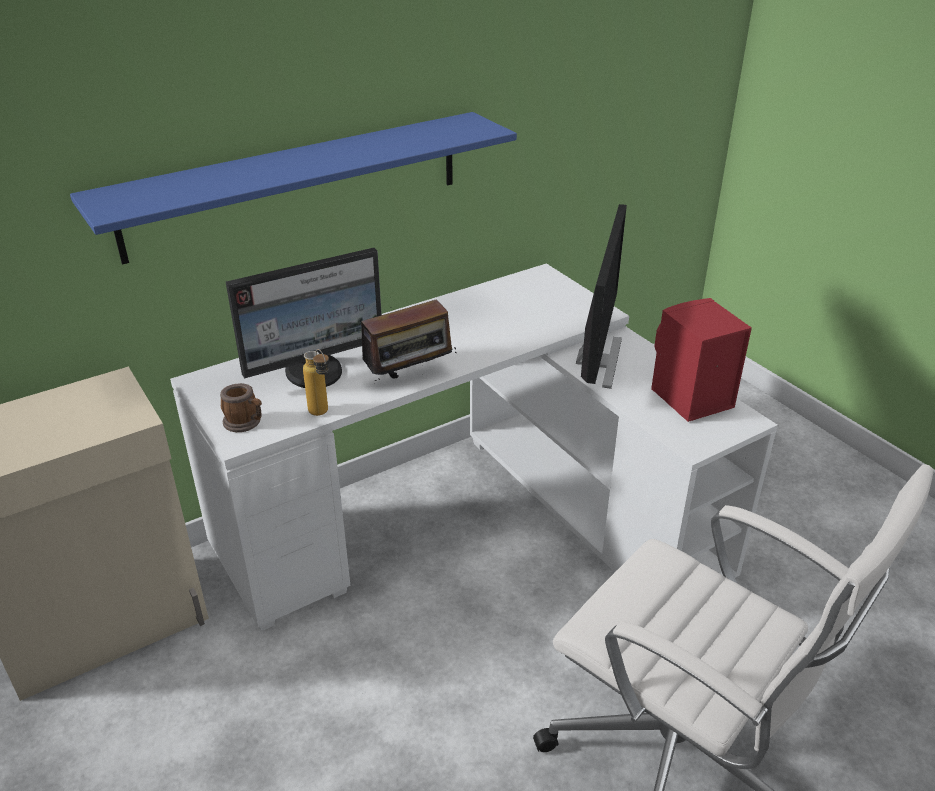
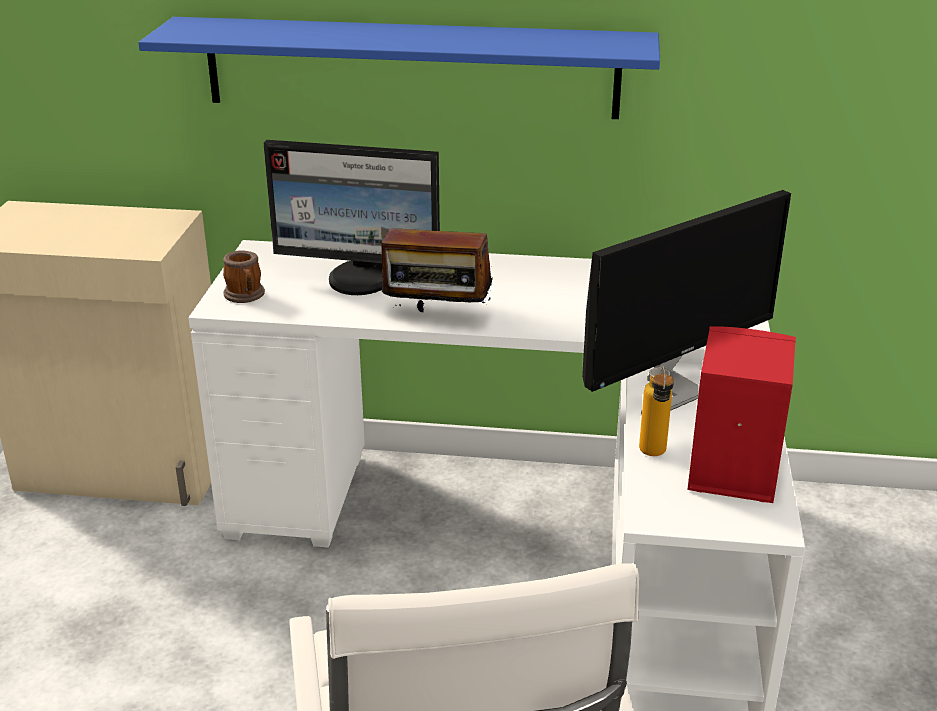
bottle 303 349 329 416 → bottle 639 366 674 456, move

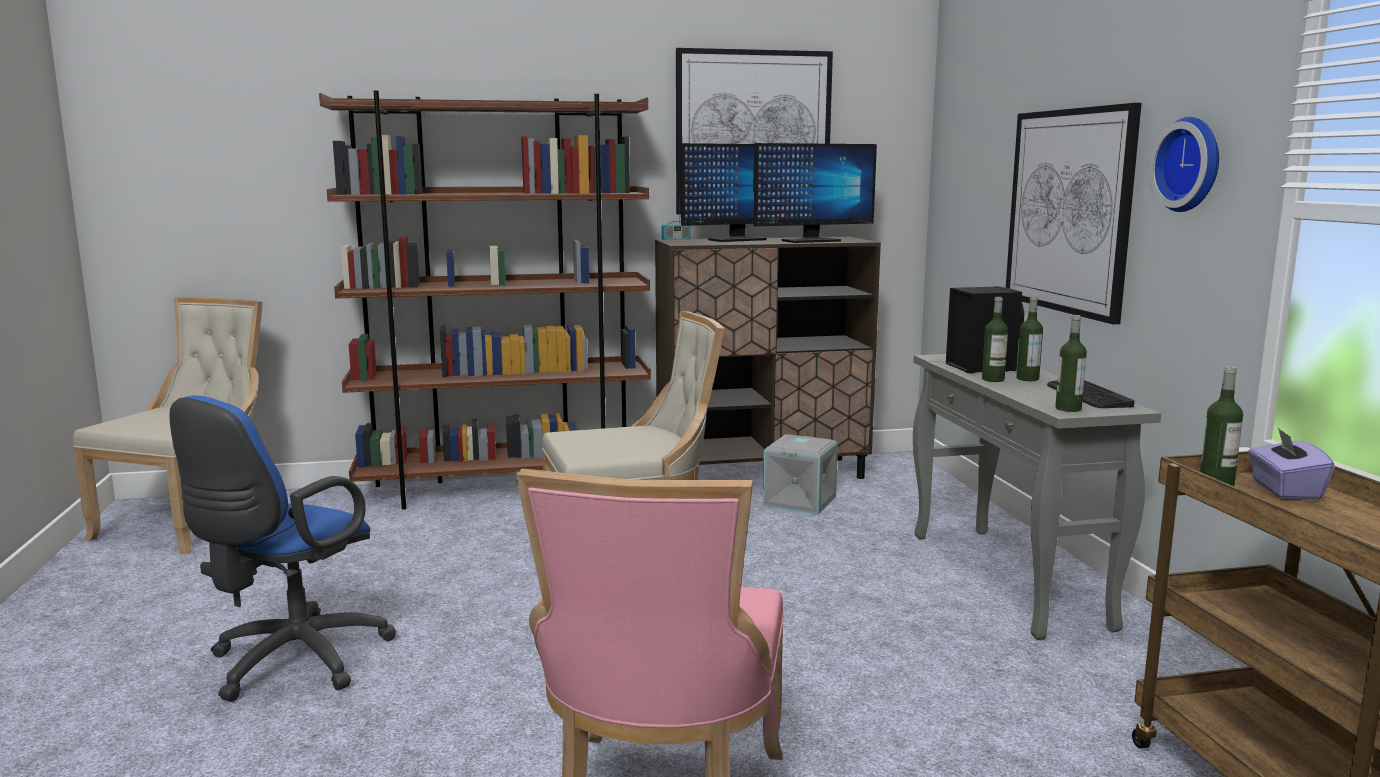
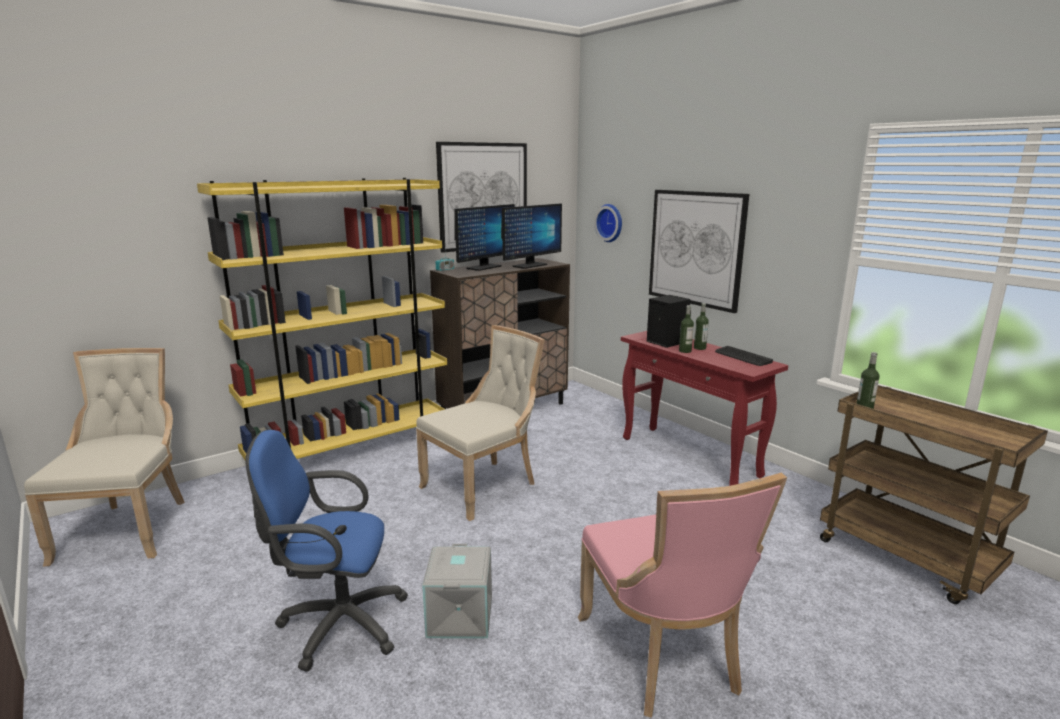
brown bookcase 319 90 651 510 → yellow bookcase 197 178 447 460
wall clock 1149 117 1219 212 → wall clock 594 204 622 242, move
bottle 1055 315 1087 412 → -
grey console table 913 354 1161 640 → red console table 621 331 788 486
blue office chair 170 395 396 702 → blue office chair 245 430 408 672, 90 degrees clockwise
purple tissue box 1248 428 1335 500 → -
grey storage box 763 434 838 514 → grey storage box 422 544 492 638, move

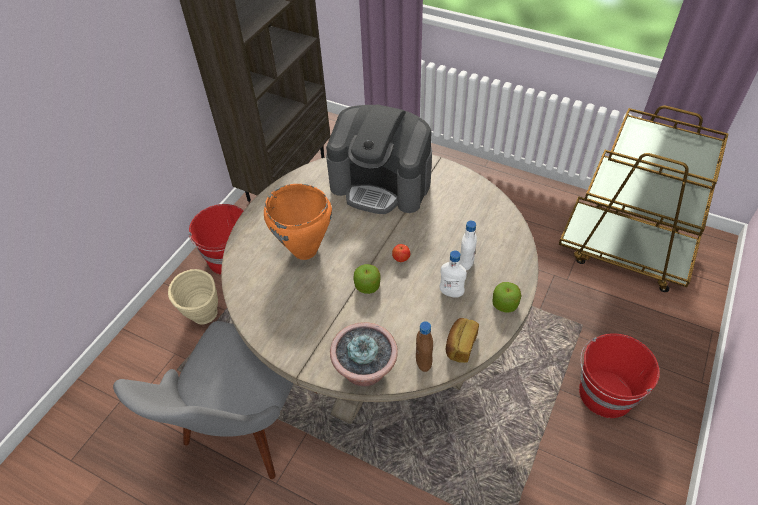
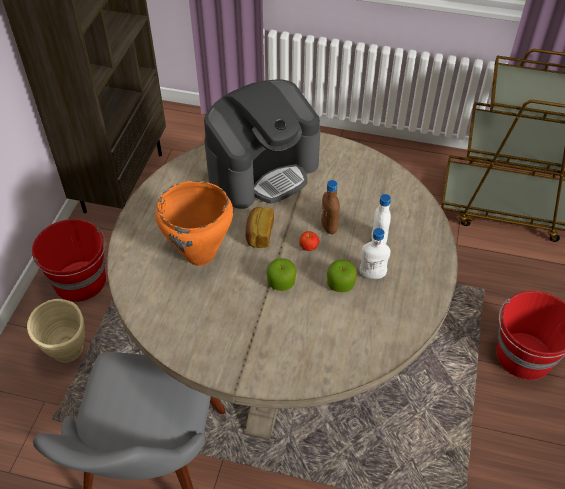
coffee machine 326 104 432 214 → coffee machine 204 79 320 209, 45 degrees counterclockwise
apple 492 282 521 312 → apple 327 260 357 292, move
bread 446 318 479 363 → bread 245 207 274 248, move
brown bottle 416 321 433 372 → brown bottle 321 180 340 234, move
potted plant 330 322 398 387 → -

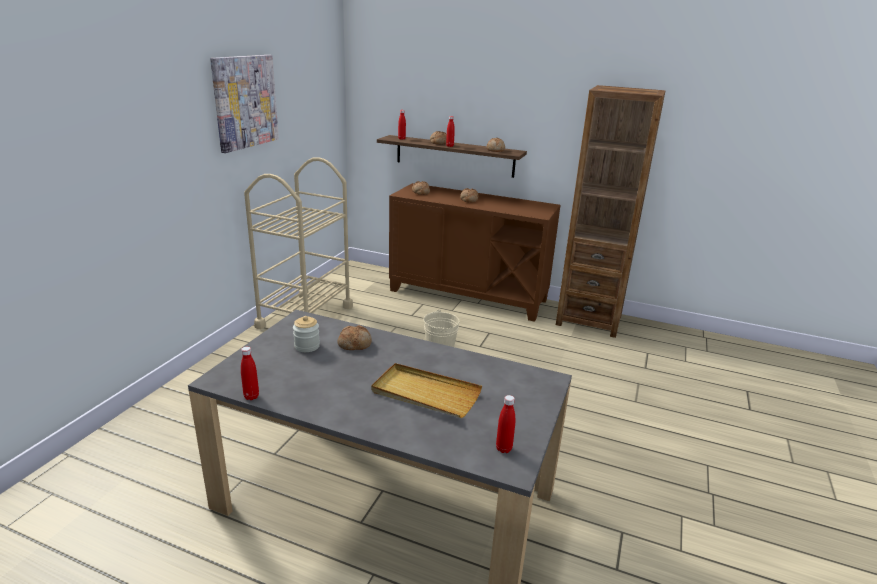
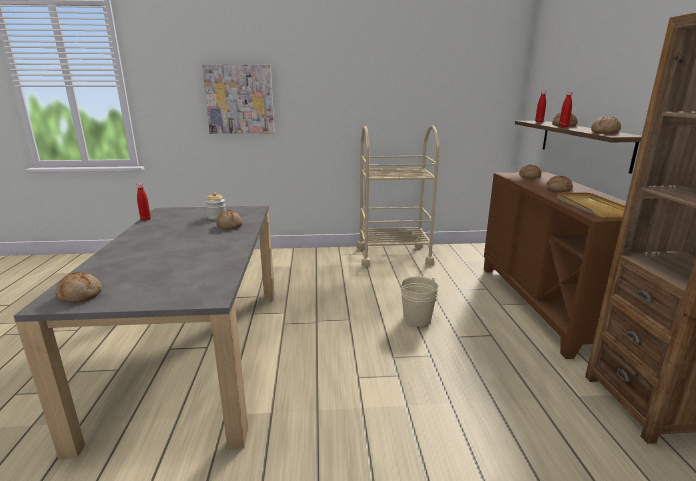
picture 210 55 279 153 → picture 202 64 275 134, move
beige tray 371 363 482 418 → beige tray 557 193 625 218, move
red bottle 496 395 515 453 → bread 55 272 102 303

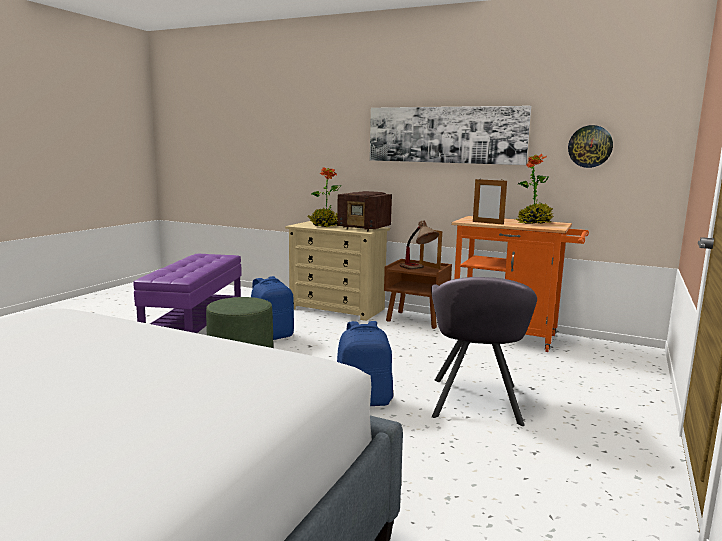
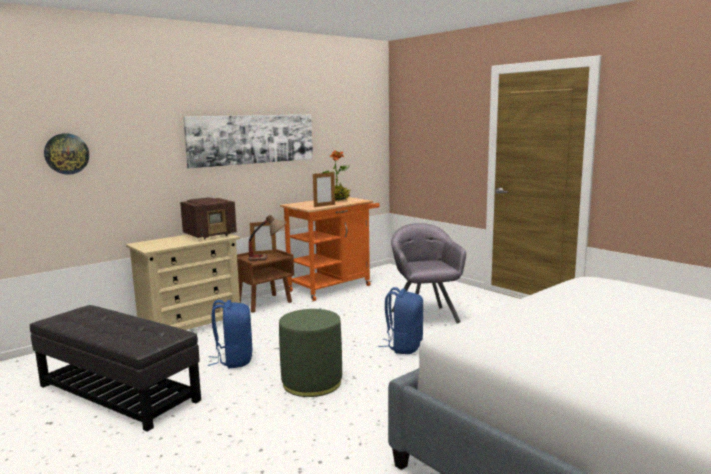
wall clock 568 125 613 168 → wall clock 44 133 89 175, move
potted plant 308 167 342 227 → -
purple ottoman 133 254 241 333 → black ottoman 29 305 201 432
grey armchair 431 277 537 426 → grey armchair 391 223 466 324, 135 degrees counterclockwise

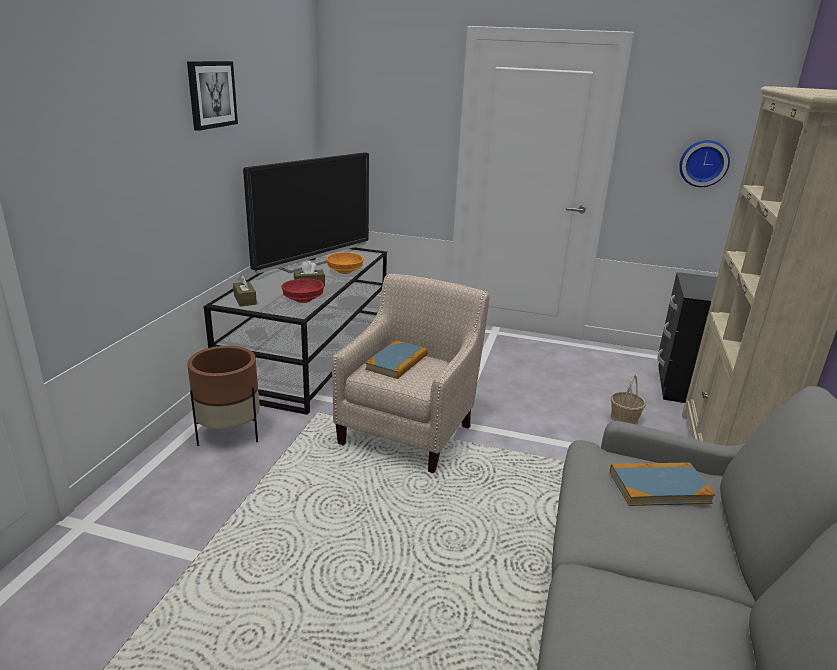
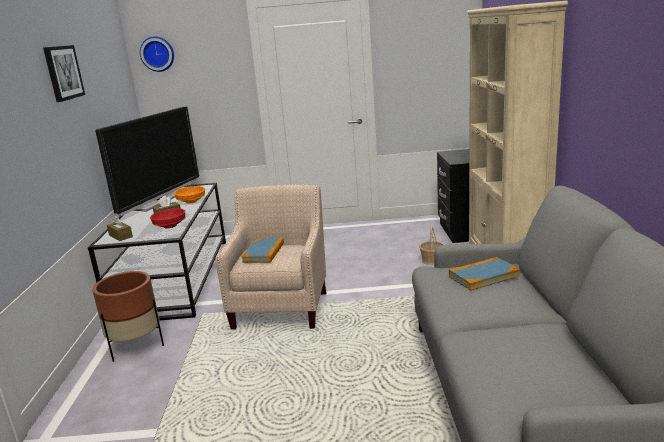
wall clock 679 140 730 187 → wall clock 140 36 174 72, move

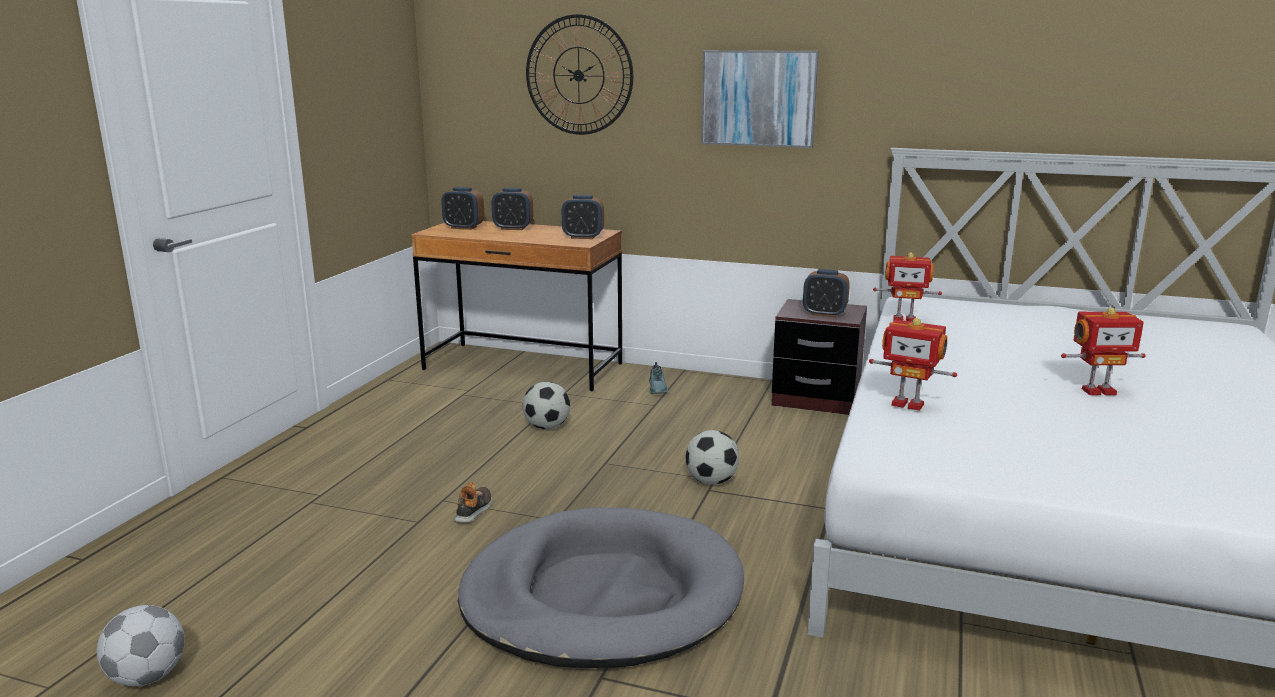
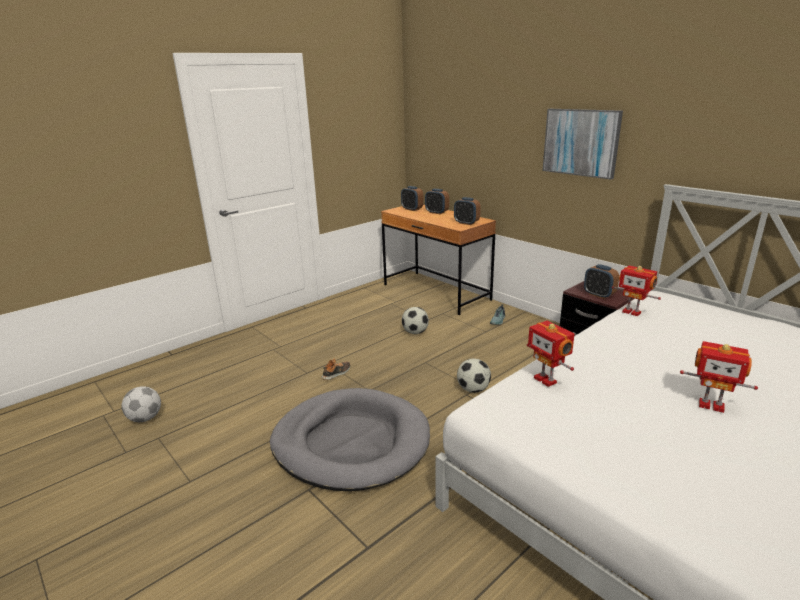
wall clock 526 14 633 135 → -

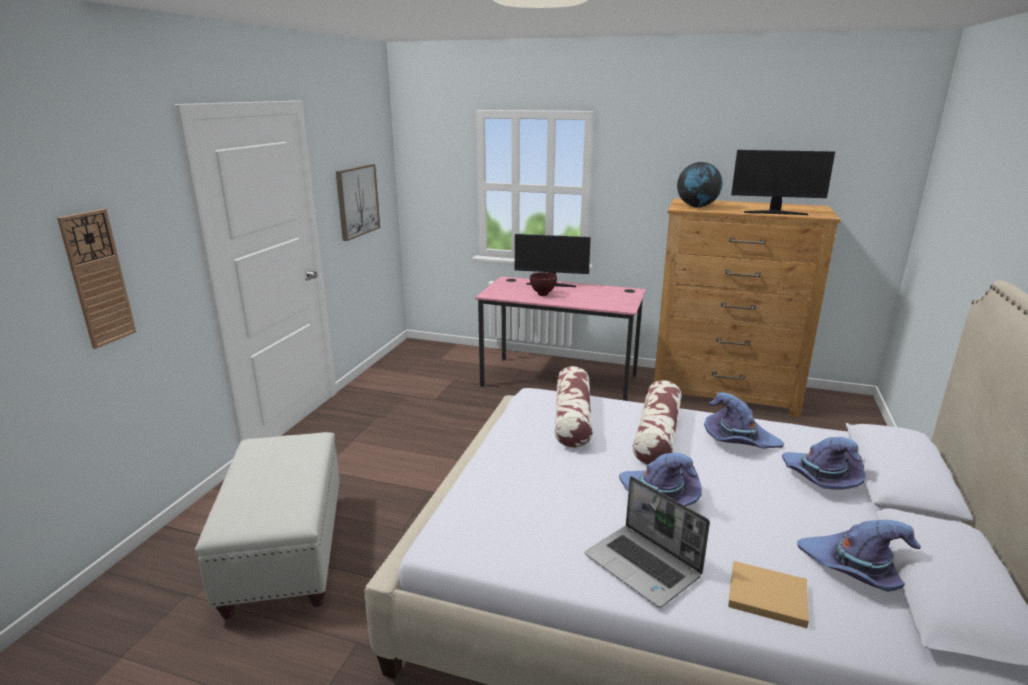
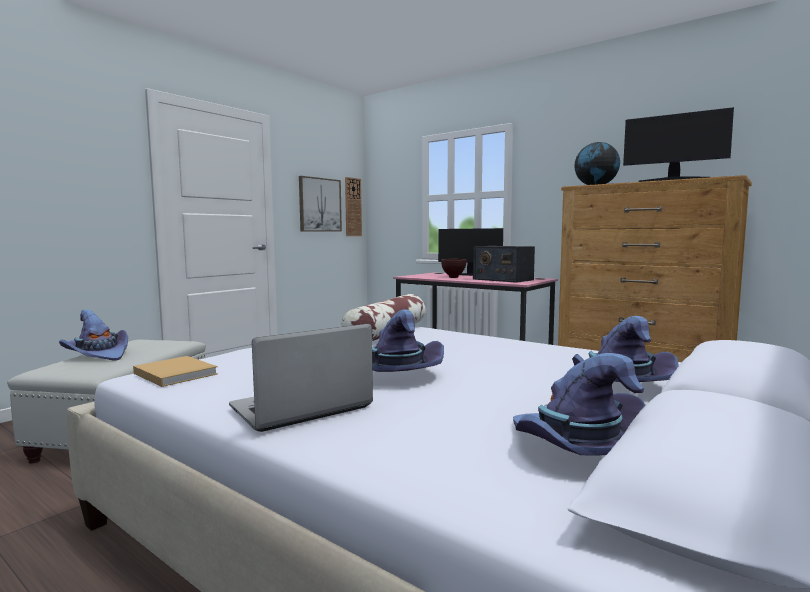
wall clock 57 209 136 349 → wall clock 345 177 362 236, move
pillow 632 380 682 465 → -
purple hat 704 393 784 449 → purple hat 59 309 128 360, move
laptop 585 476 710 608 → laptop 229 324 373 432, 75 degrees clockwise
beige book 728 561 809 628 → beige book 133 356 218 387, move
- → radio 473 246 535 283

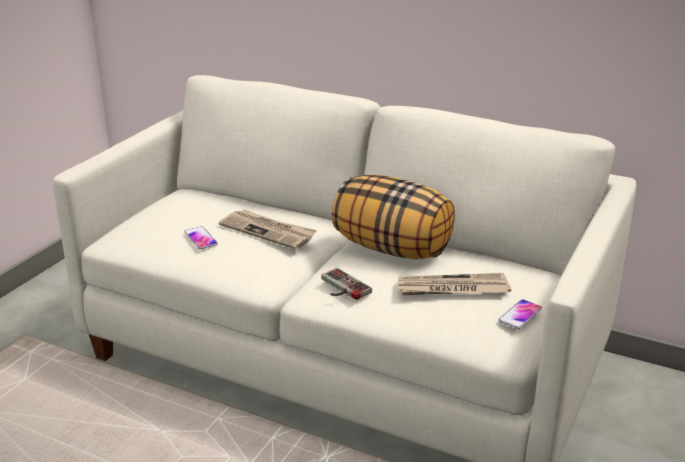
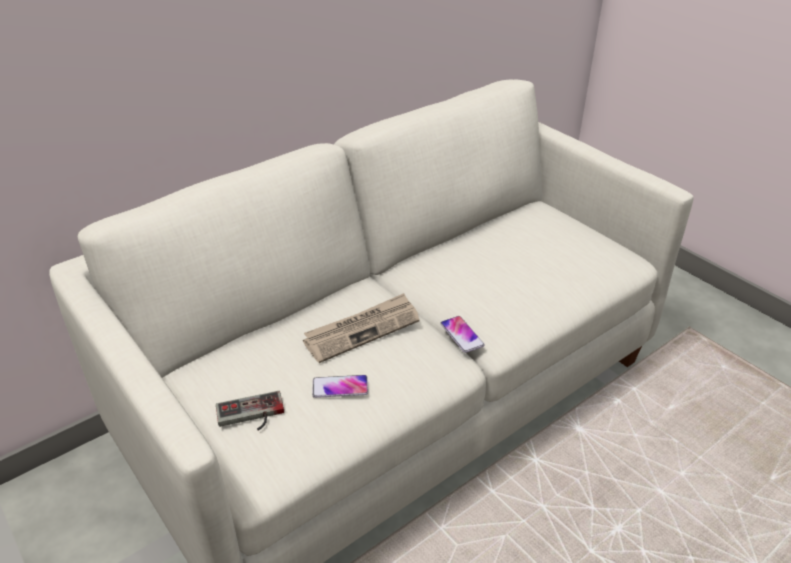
pillow 332 175 455 260 → -
game controller 321 268 372 300 → game controller 216 391 284 431, move
newspaper 398 273 511 295 → -
phone 498 299 542 329 → phone 440 316 484 353, move

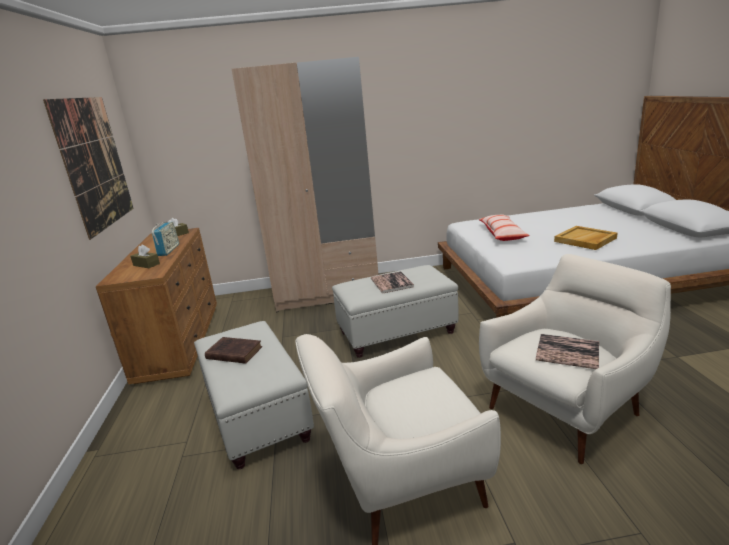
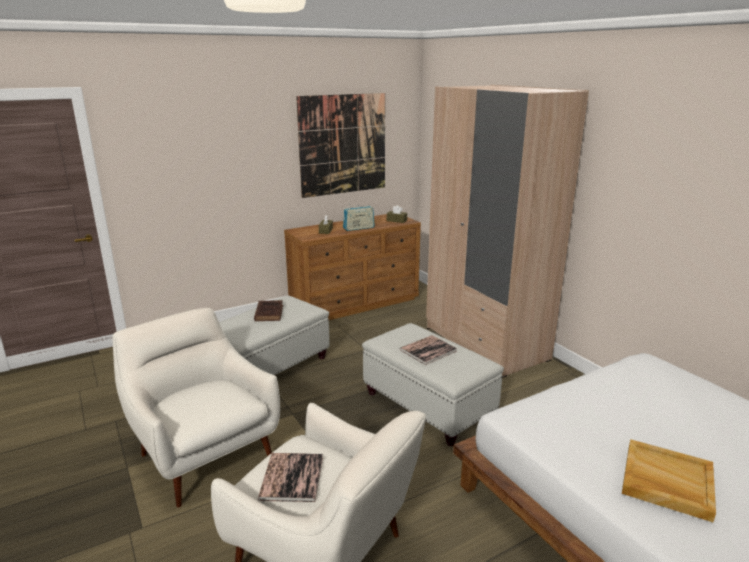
pillow 479 215 530 241 → -

